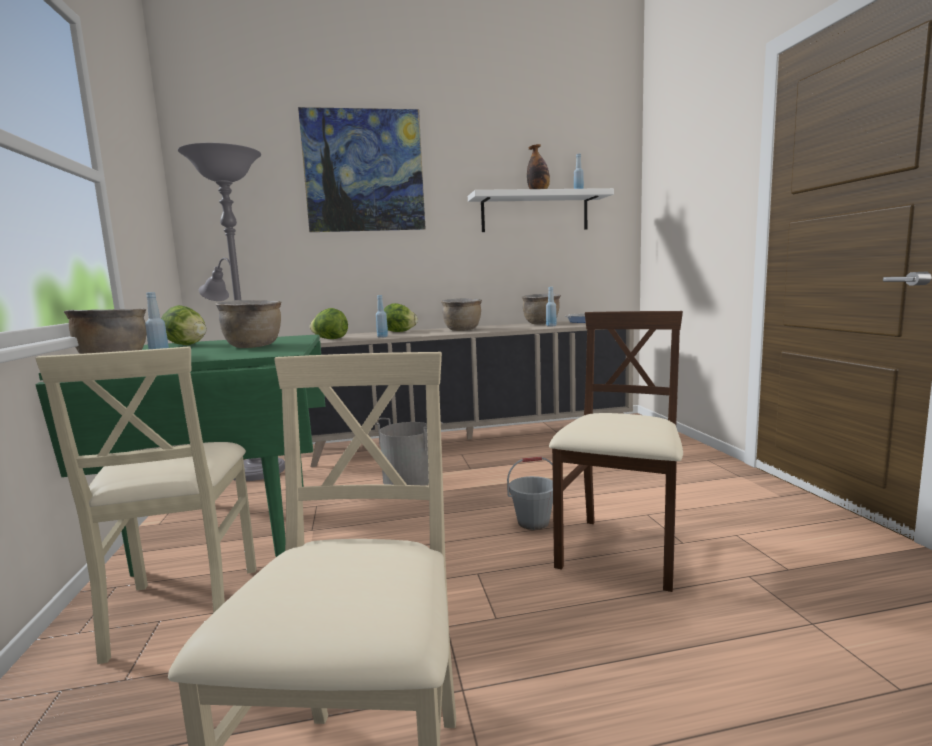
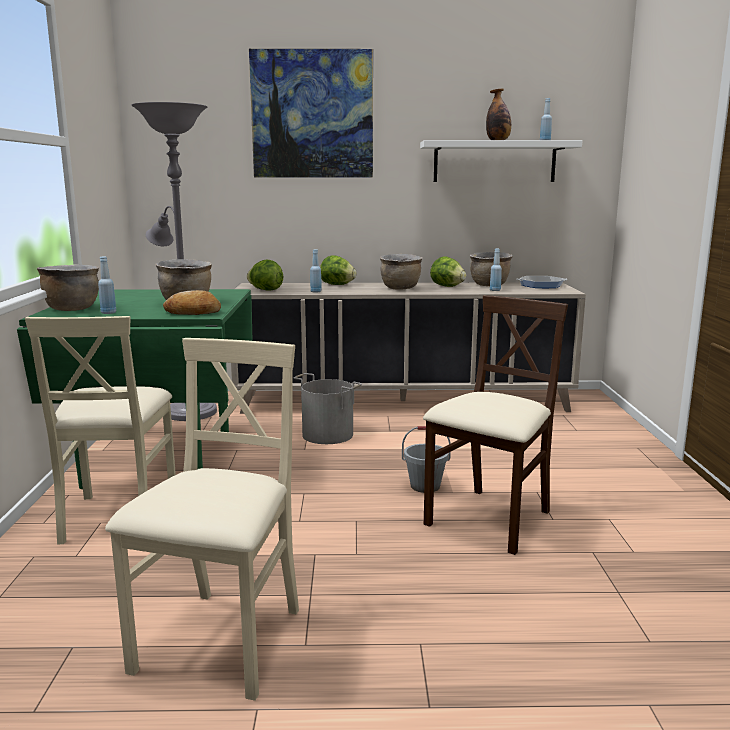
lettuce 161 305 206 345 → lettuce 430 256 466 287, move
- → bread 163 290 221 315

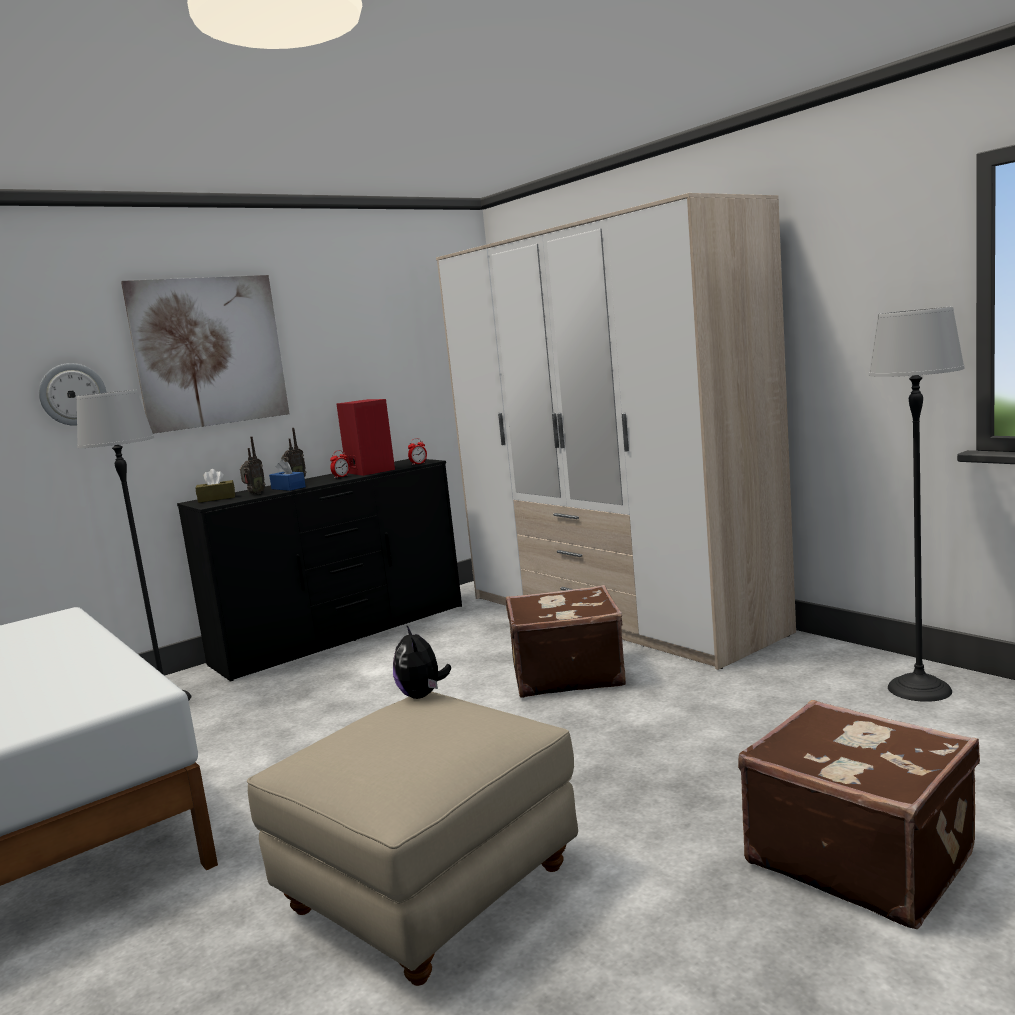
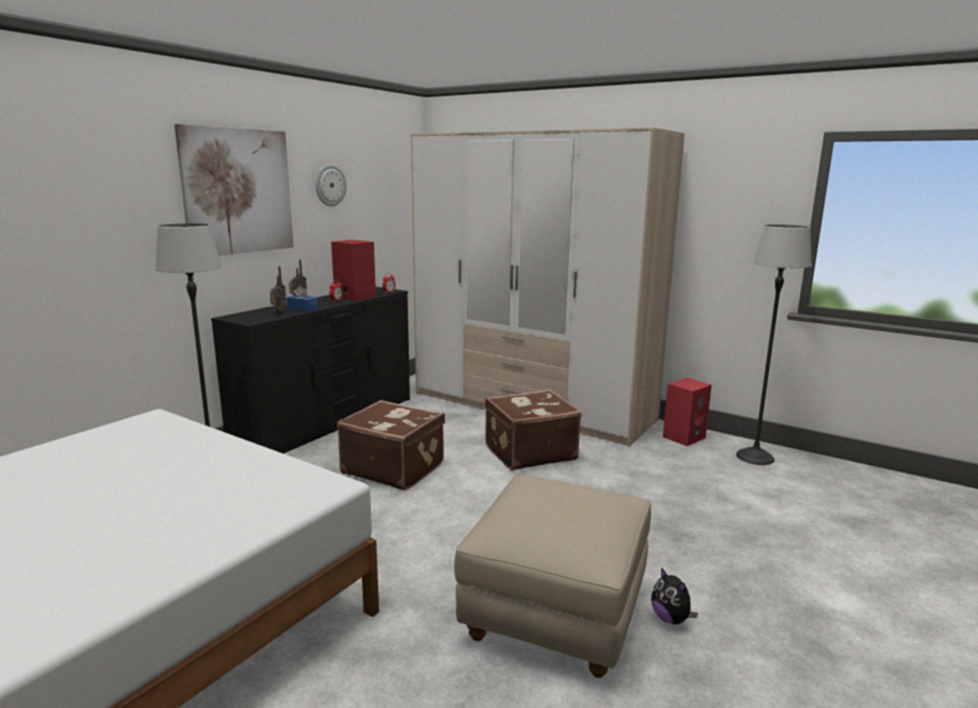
wall clock 39 363 107 426 → wall clock 315 164 347 206, move
brown tissue box 196 469 235 503 → -
plush toy 393 626 451 699 → plush toy 651 567 698 624, move
brown suitcase 738 700 980 929 → brown suitcase 337 400 445 490, move
- → red speaker 663 378 712 446

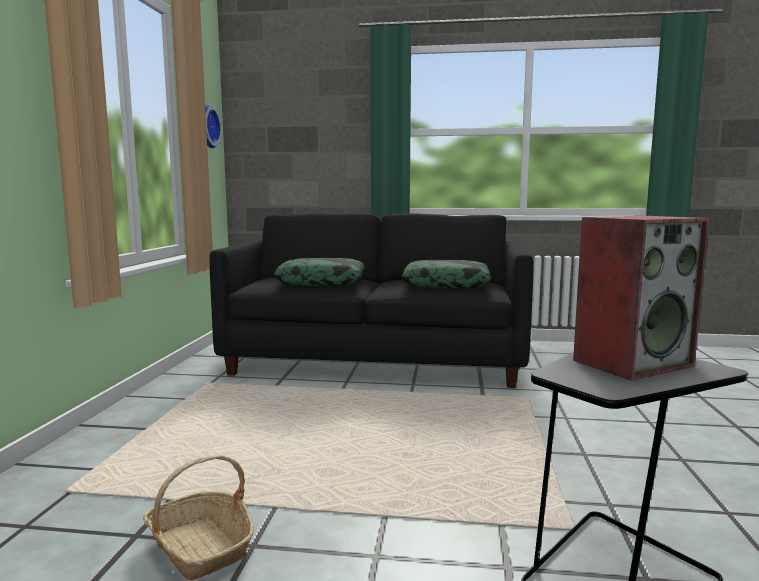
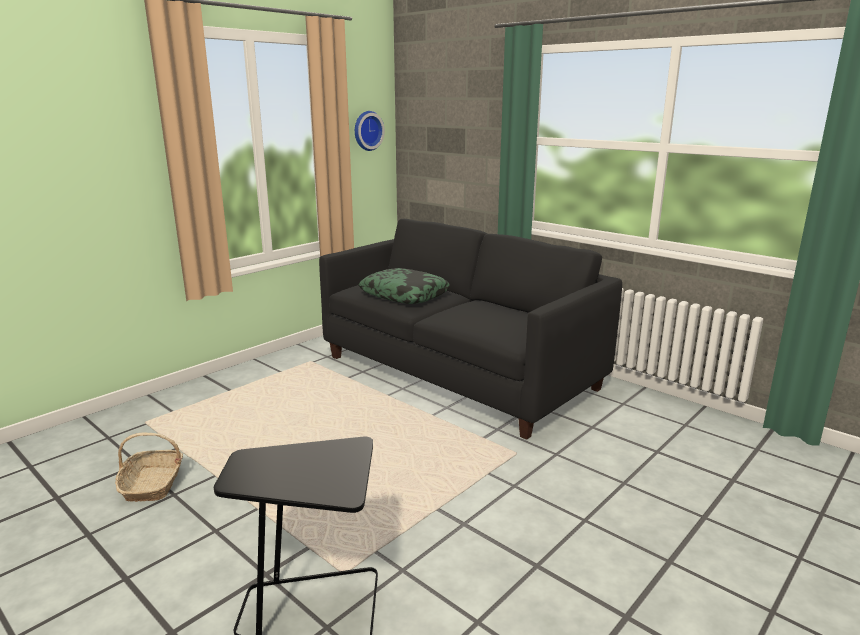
speaker 573 216 709 381 → -
pillow 402 259 491 289 → -

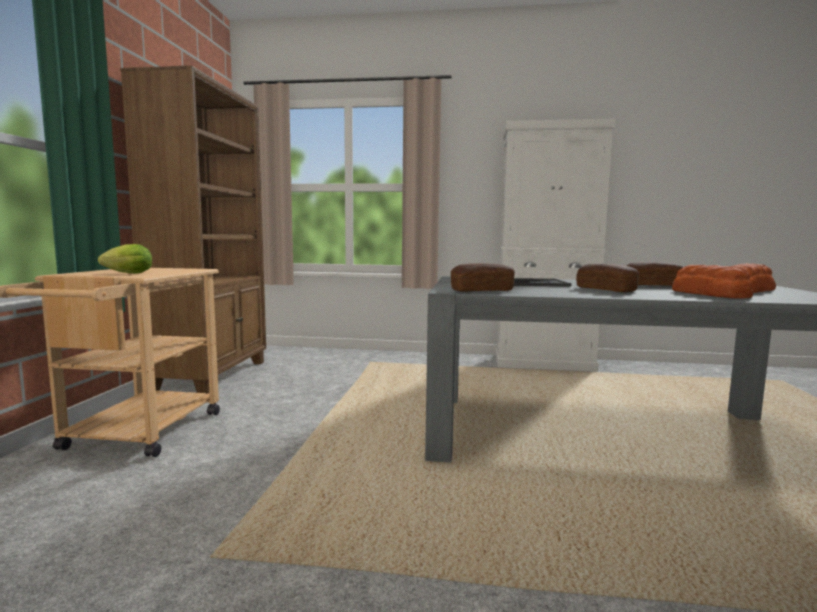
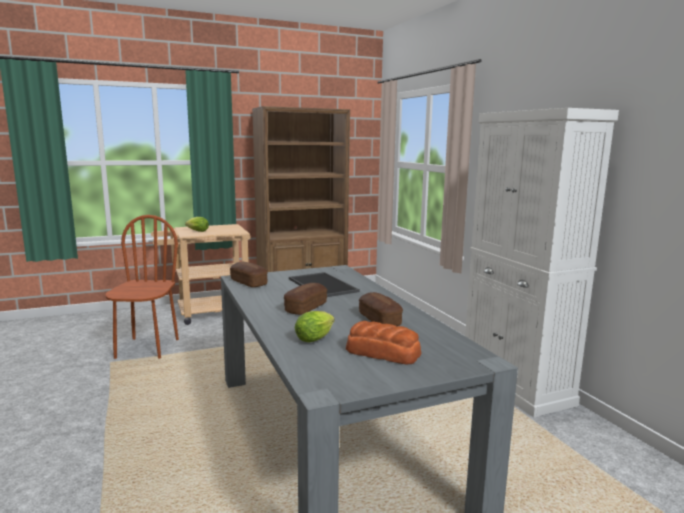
bread 672 265 753 298 → lettuce 295 311 335 342
- → brown chair 105 215 179 359

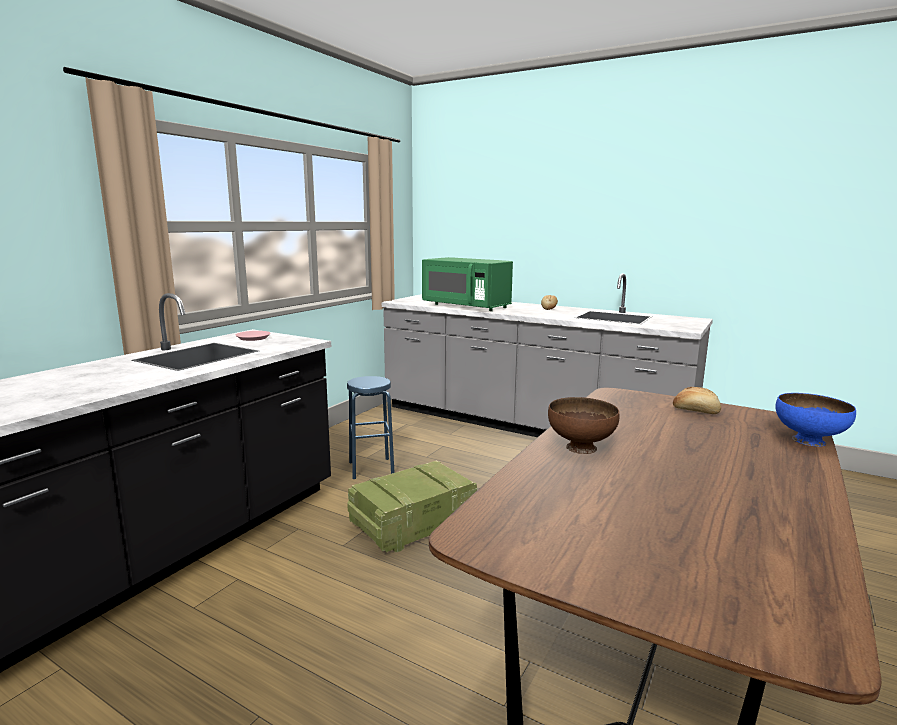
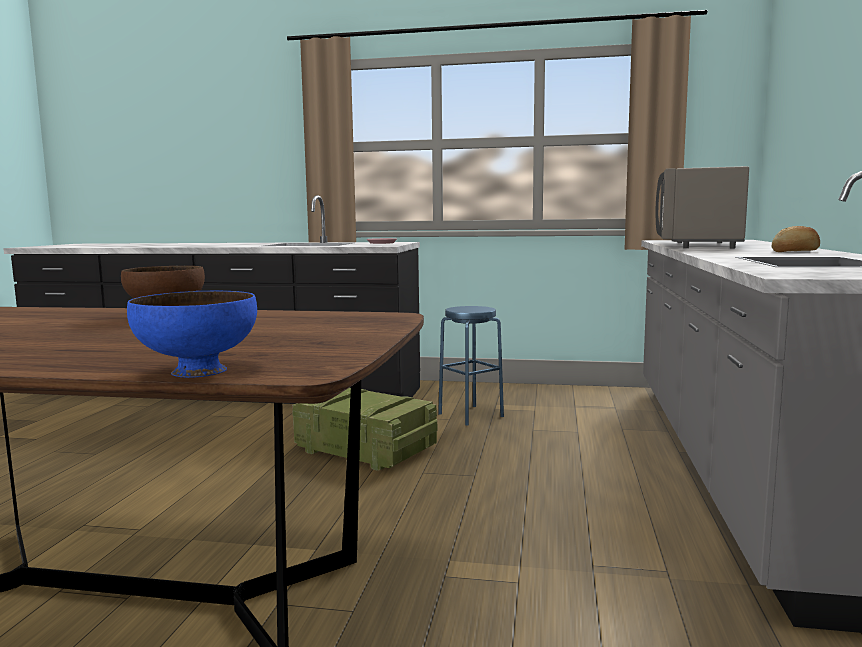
green microwave 422 257 513 311 → grey microwave 656 166 749 248
bread 673 387 721 414 → -

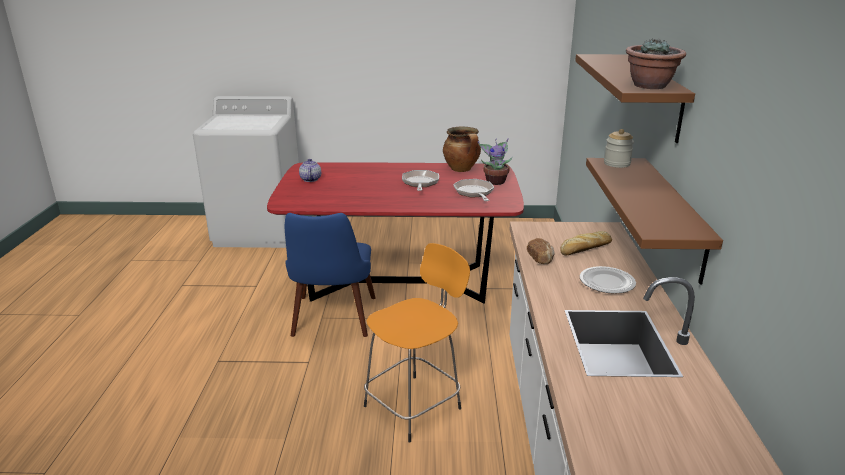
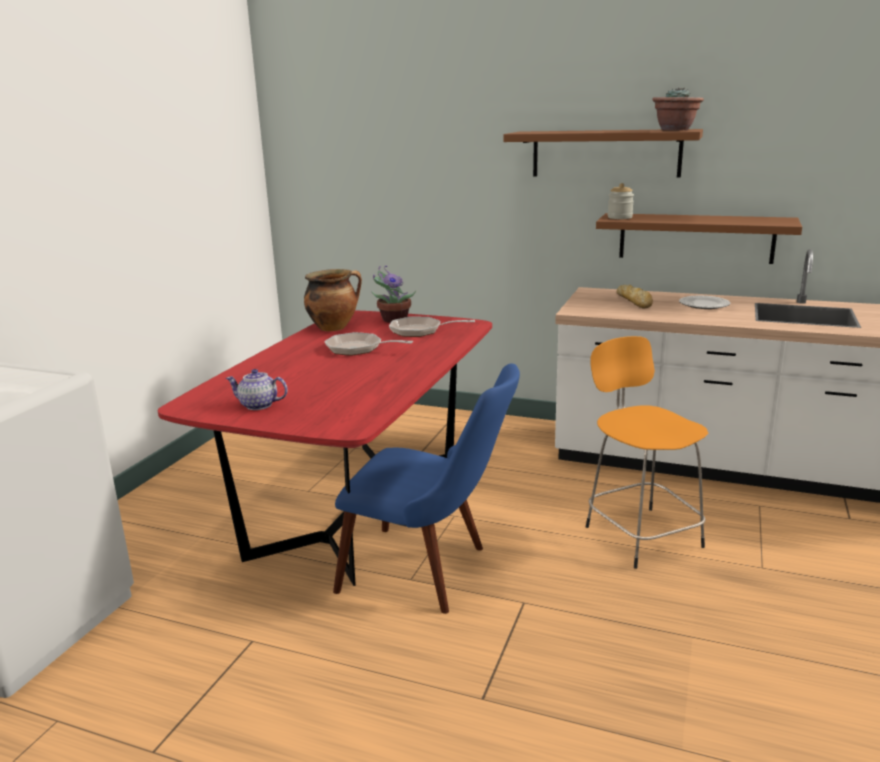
bread 527 238 555 264 → -

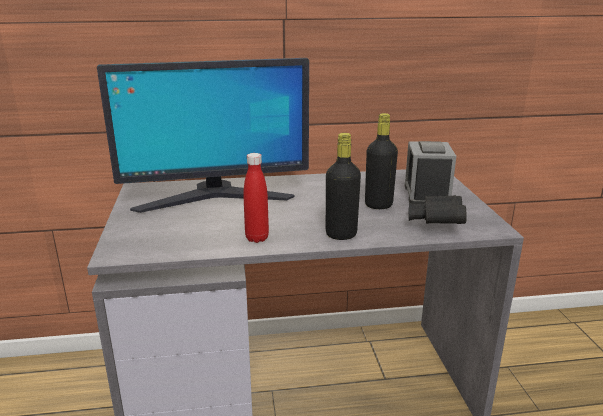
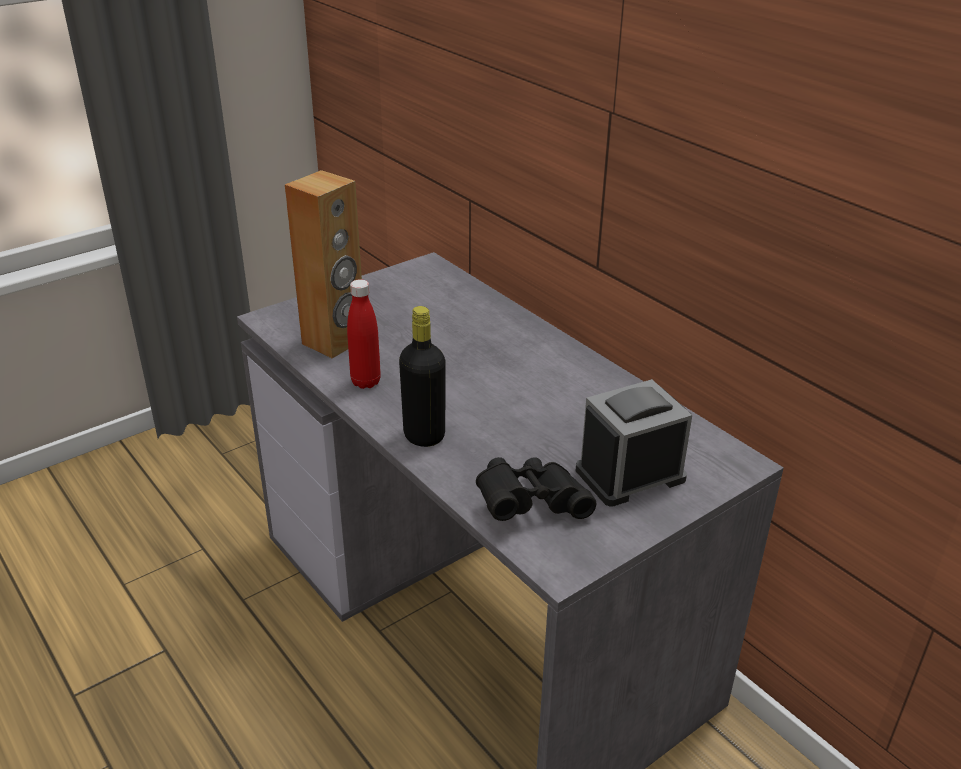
monitor 97 58 309 213 → -
black bottle 365 113 398 209 → -
- → brown speaker 285 170 362 358

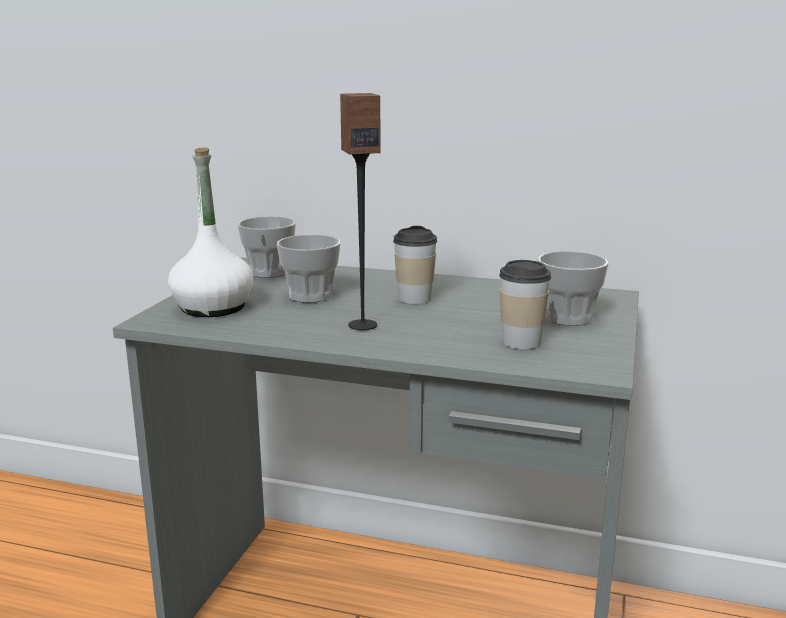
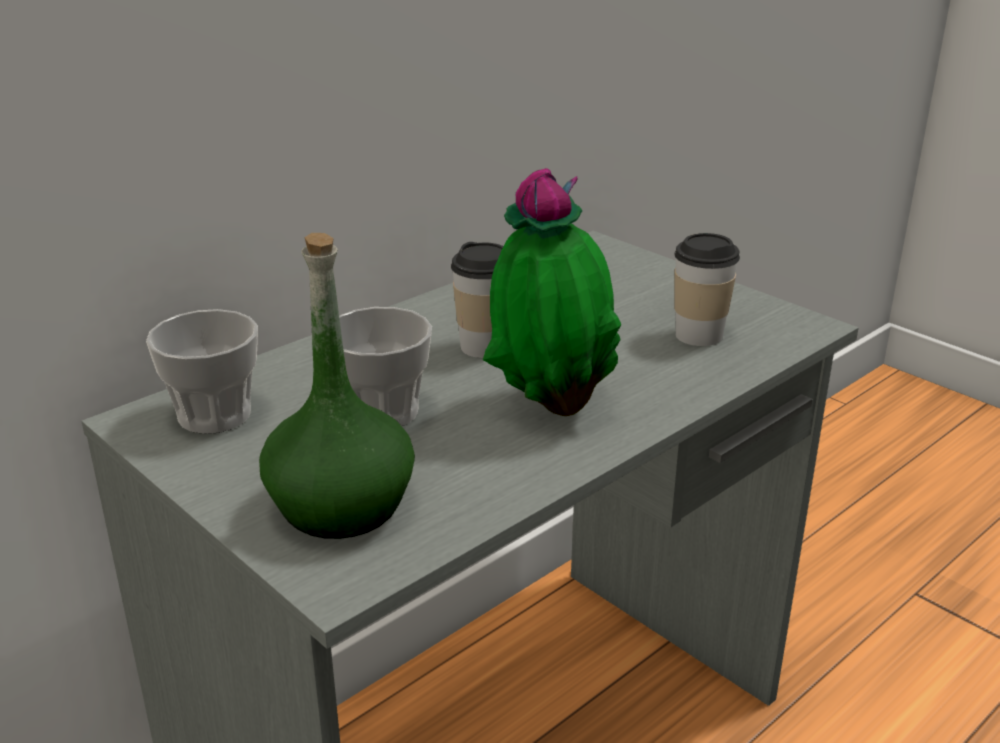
speaker 340 93 381 330 → potted plant 483 168 621 416
white bottle 168 147 253 317 → green bottle 259 233 415 539
cup 538 251 609 326 → -

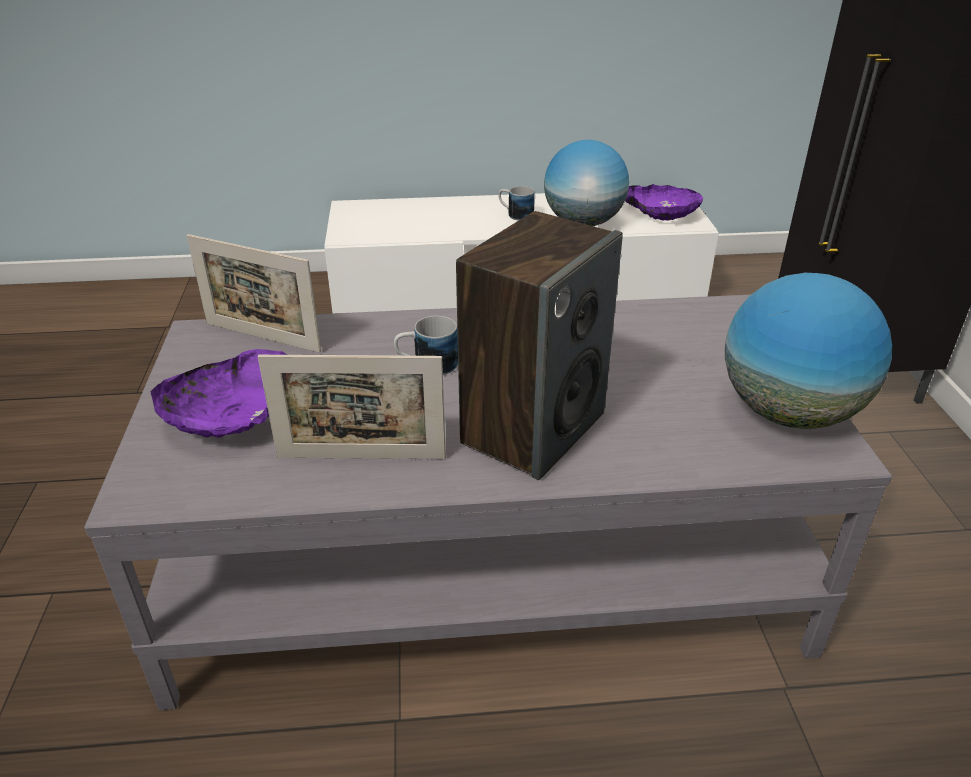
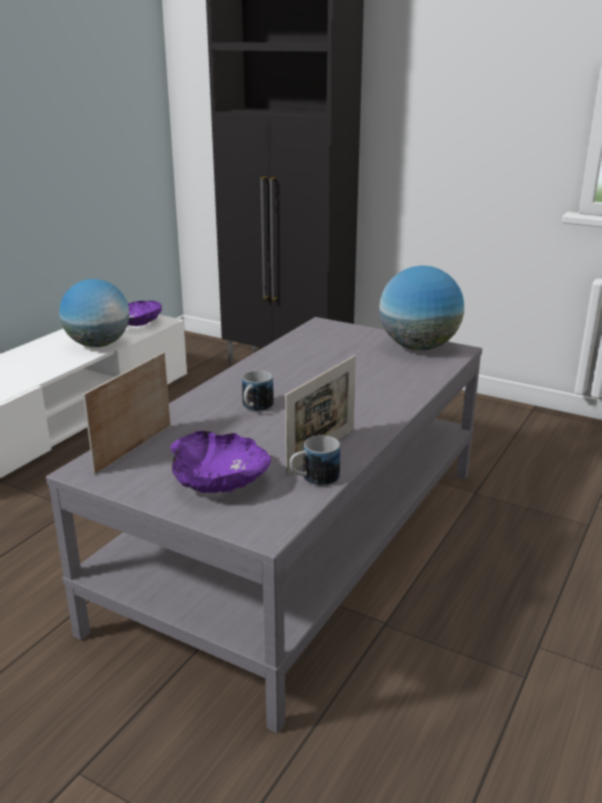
mug 498 186 535 221 → mug 290 435 340 486, move
speaker 456 211 623 480 → -
picture frame 187 234 321 353 → picture frame 83 352 170 474, 150 degrees clockwise

